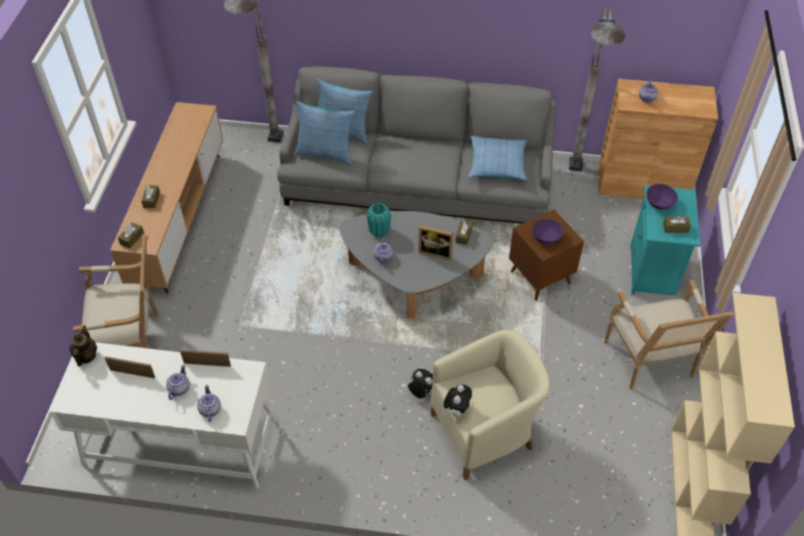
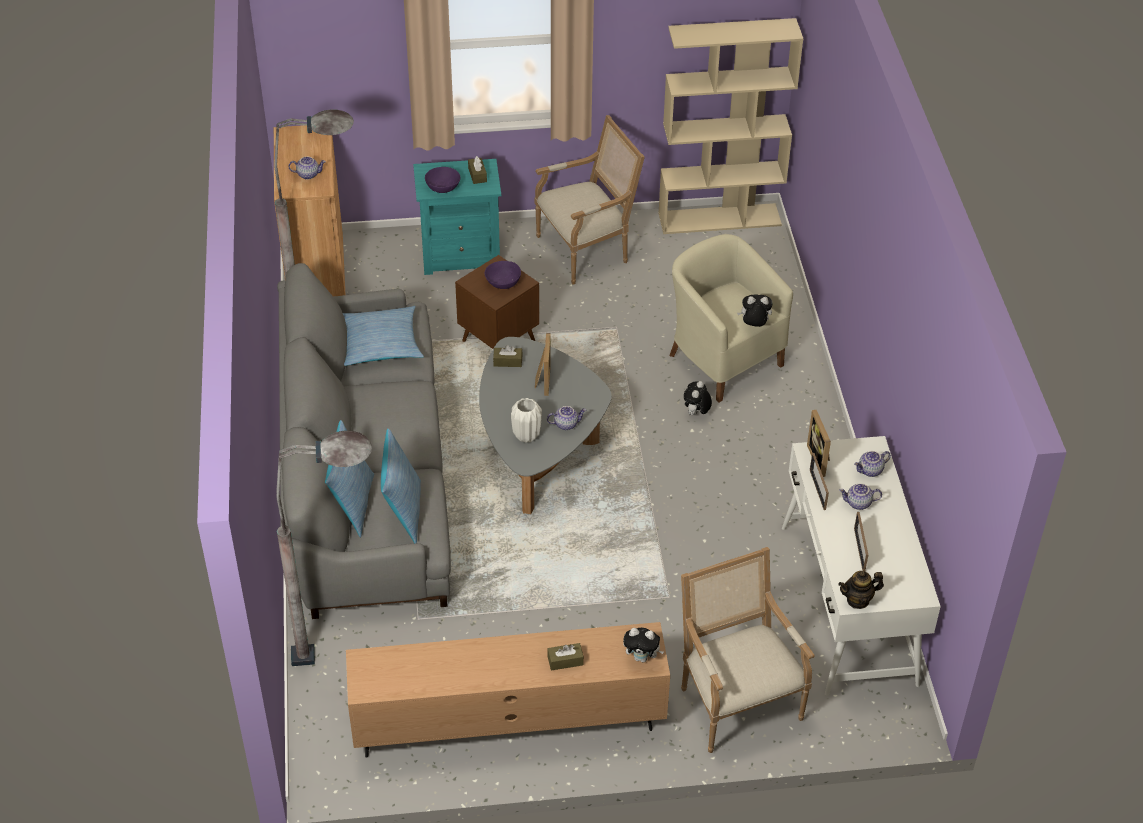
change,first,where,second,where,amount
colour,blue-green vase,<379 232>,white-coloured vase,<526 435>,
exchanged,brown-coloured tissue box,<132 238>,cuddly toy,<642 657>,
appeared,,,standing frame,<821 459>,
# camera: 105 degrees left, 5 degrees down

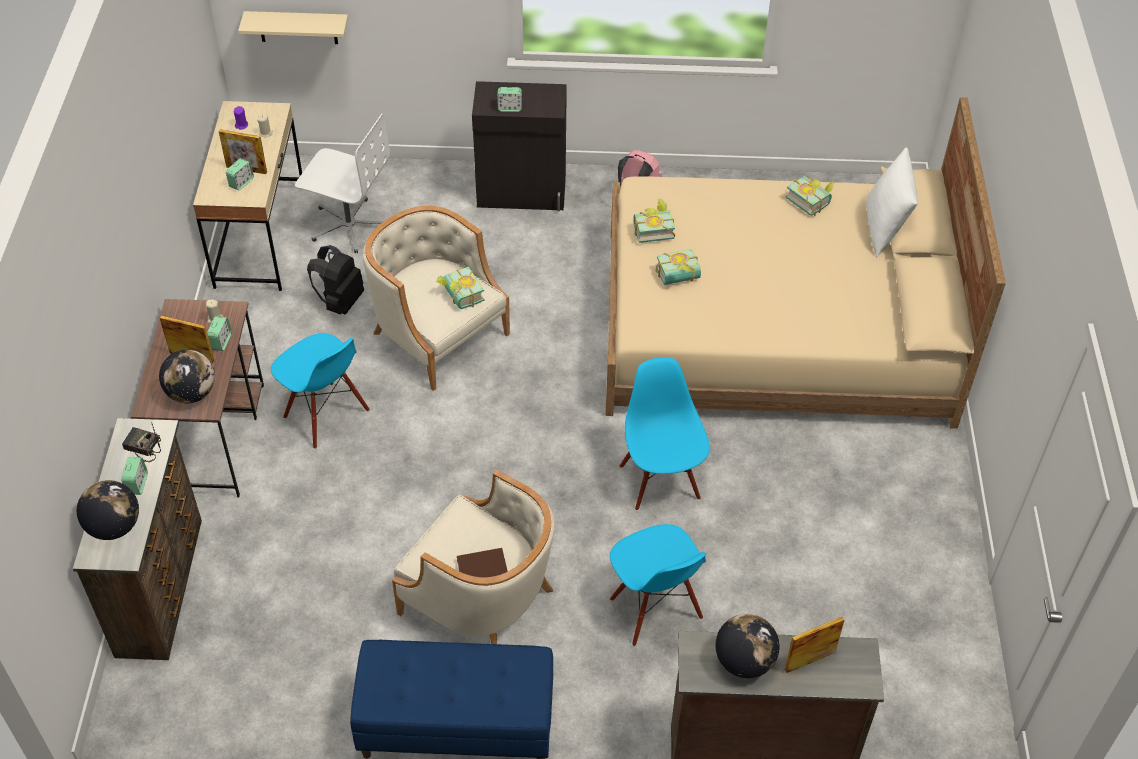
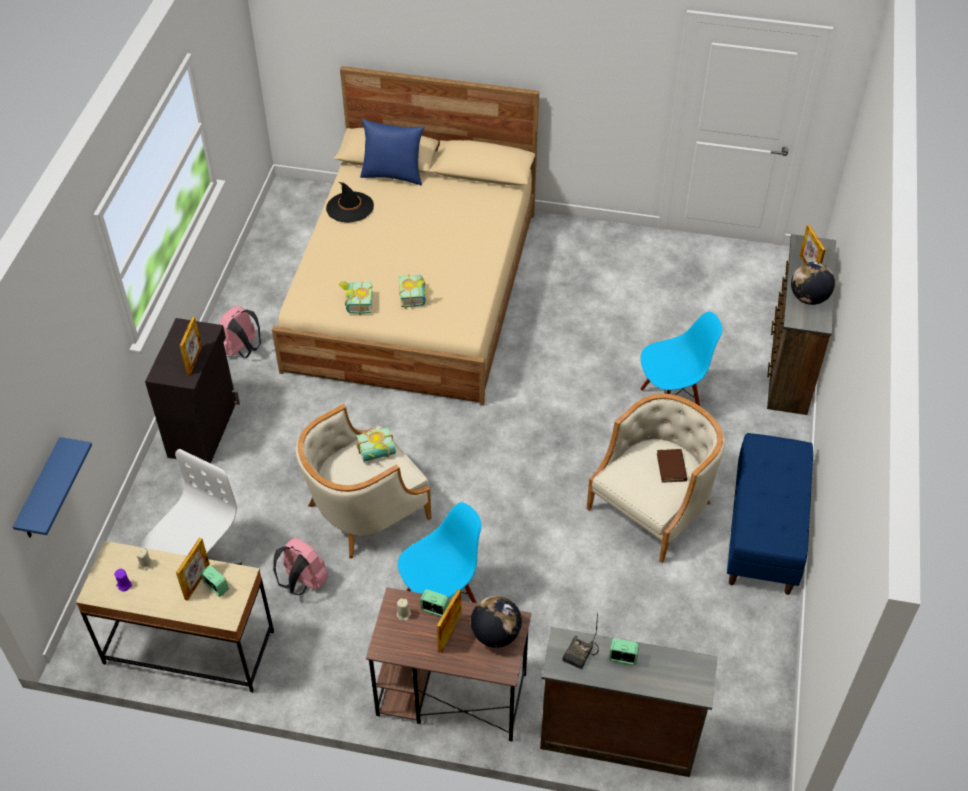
change,first,where,second,where,amount
colour,sand-coloured shelf,<298 27>,blue-coloured shelf,<41 492>,
exchanged,bedside clock,<509 108>,standing frame,<194 360>,
colour,white-coloured pillow,<884 229>,blue-coloured pillow,<393 175>,
exchanged,bound book,<810 200>,blackish wearable hat,<350 207>,
colour,blackish knapsack,<340 301>,pink knapsack,<302 582>,
missing,blue-coloured plain chair,<660 481>,,,
missing,world globe,<114 526>,,,
# camera: 80 degrees left, 0 degrees up

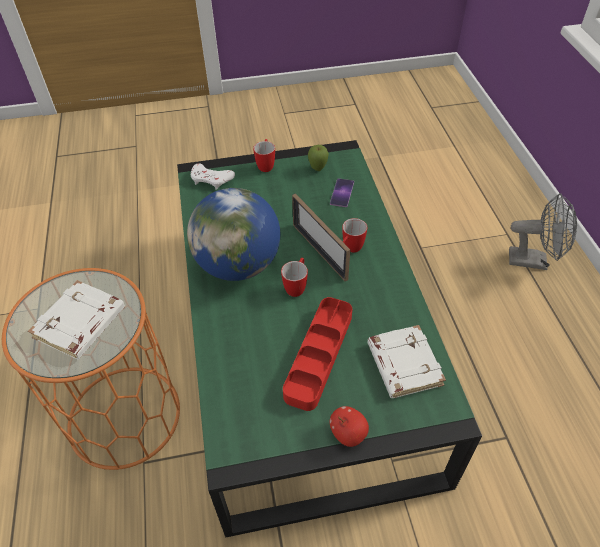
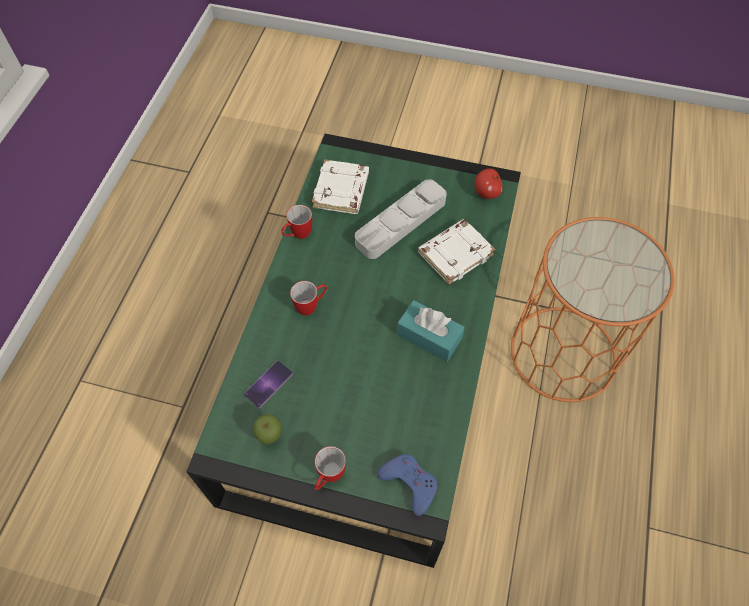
change,first,where,second,where,amount
colour,white-coloured game controller,<211 179>,blue-coloured game controller,<409 483>,
exchanged,world globe,<238 264>,blue-green tissue box,<429 336>,
missing,greyish electric fan,<534 260>,,,
missing,standing frame,<319 251>,,,
relocated,coffee mug,<297 286>,,<297 235>,
relocated,white-coloured bound book,<80 324>,,<455 253>,
colour,reddish tray,<319 355>,greyish tray,<401 222>,
relocated,whole apple,<348 434>,,<486 193>,
# camera: 155 degrees left, 10 degrees up

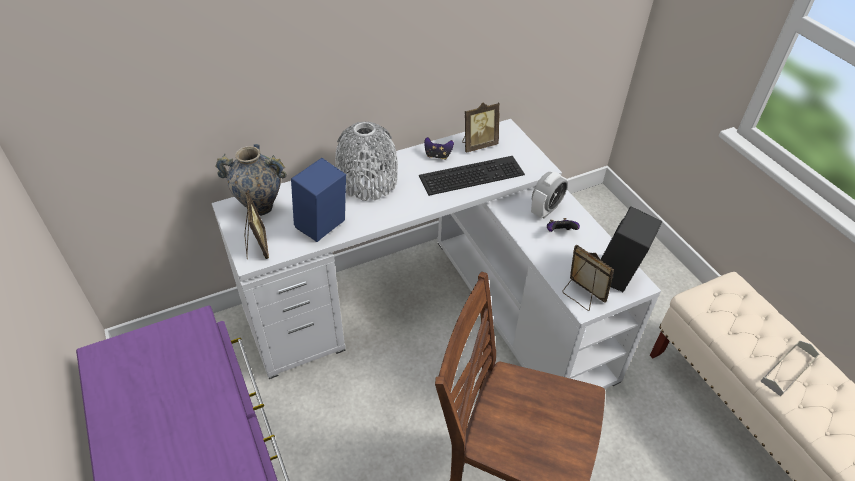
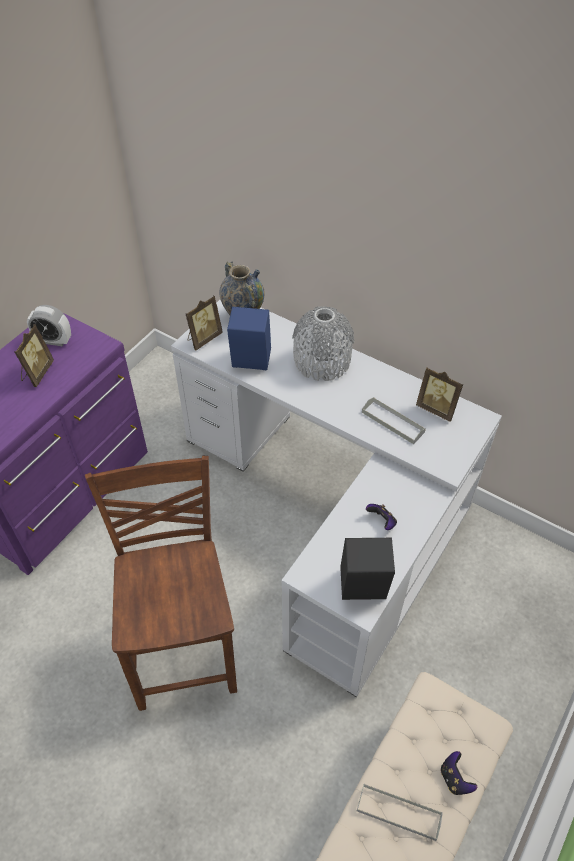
change,first,where,second,where,amount
relocated,game controller,<437 155>,,<454 778>,
exchanged,keyboard,<472 174>,greyish tray,<392 422>,
relocated,bedside clock,<545 210>,,<54 340>,
relocated,standing frame,<581 296>,,<37 373>,
# camera: 60 degrees right, 5 degrees up

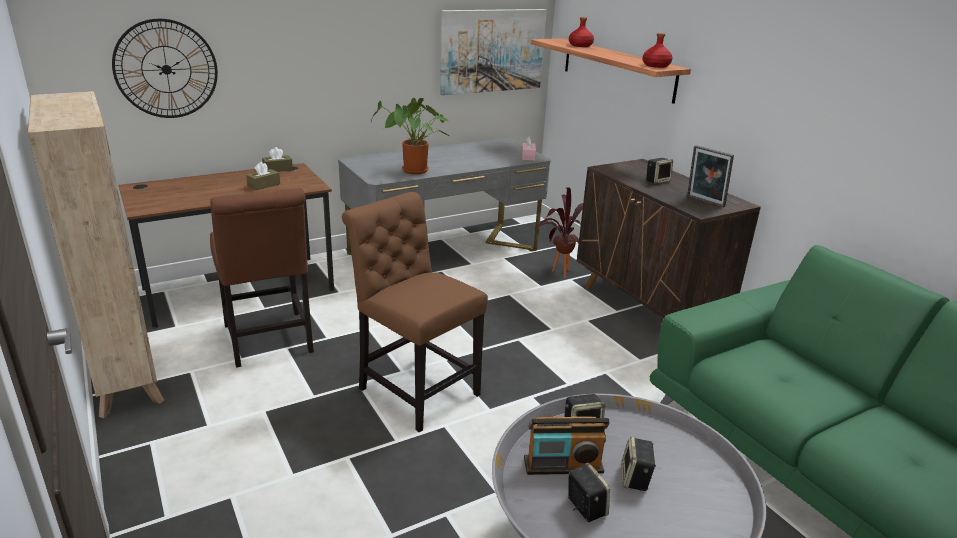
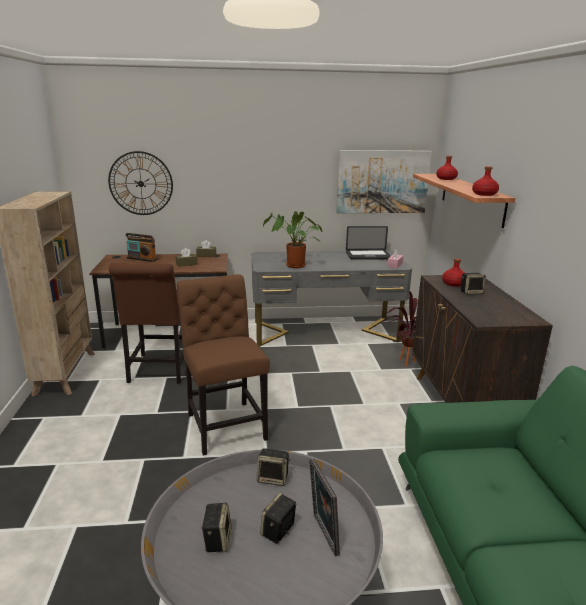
change,first,where,second,where,amount
relocated,standing frame,<704 202>,,<322 535>,
relocated,radio,<563 465>,,<142 259>,
appeared,,,laptop,<368 256>,
appeared,,,reddish drink bottle,<454 284>,
# camera: 25 degrees right, 5 degrees down

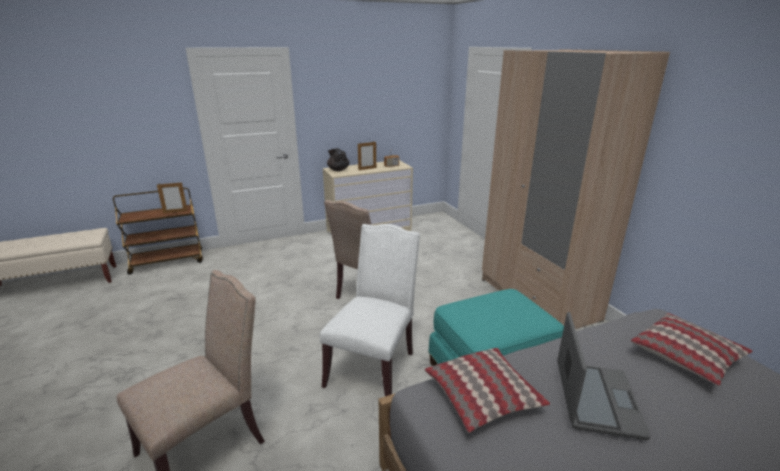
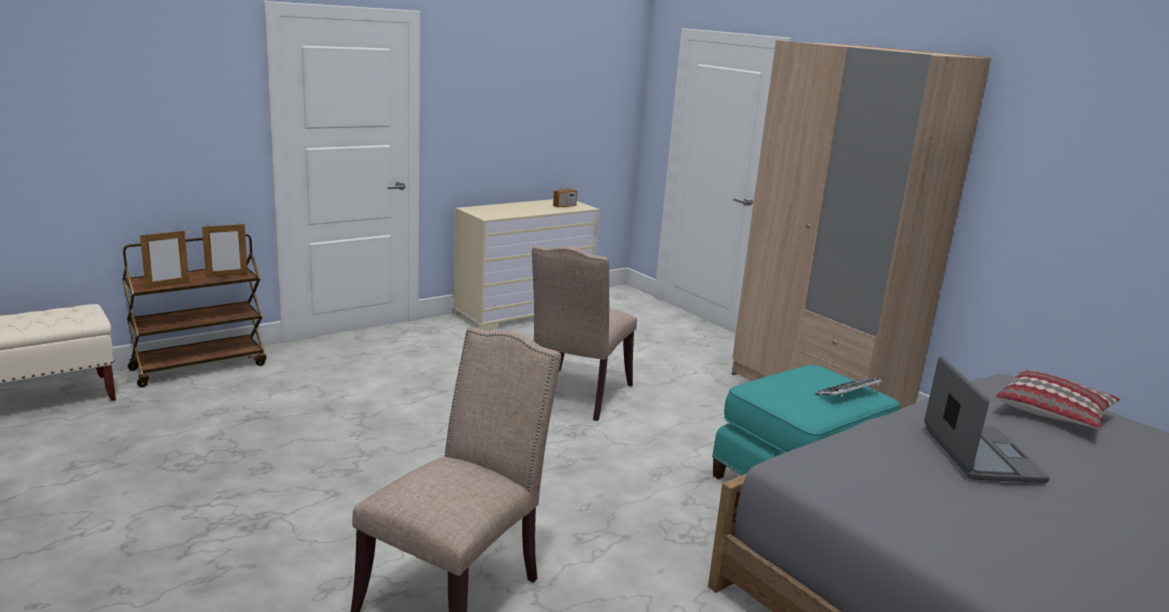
change,first,where,second,where,amount
relocated,standing frame,<367 169>,,<167 285>,
missing,blackish tea pot,<338 170>,,,
missing,white-coloured plain chair,<374 367>,,,
missing,pillow,<483 397>,,,
appeared,,,keyboard,<848 392>,
# camera: 15 degrees left, 5 degrees down

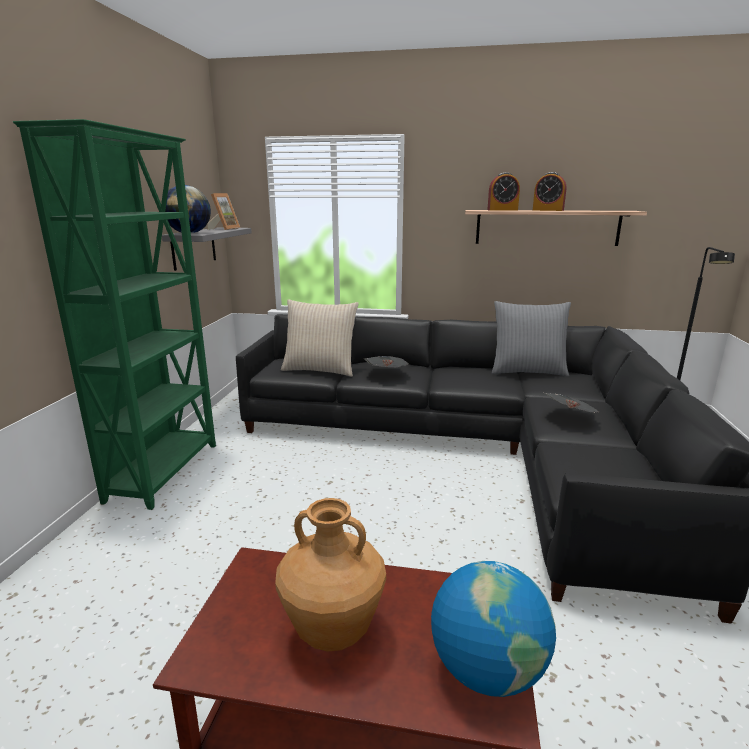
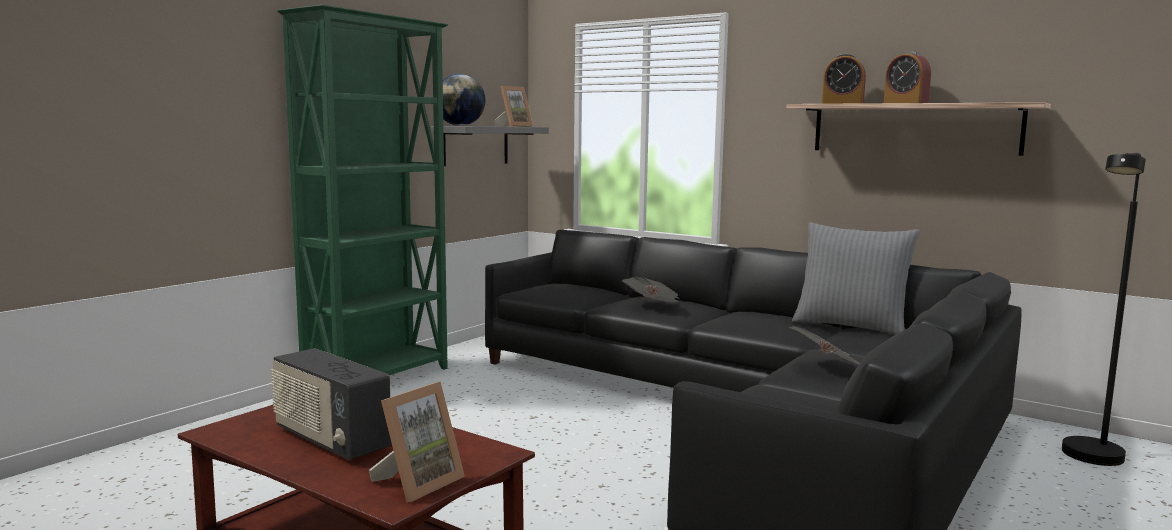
change,first,where,second,where,amount
missing,sand-coloured pillow,<320 369>,,,
exchanged,brown-coloured vase,<334 631>,radio,<330 440>,
exchanged,world globe,<486 669>,standing frame,<417 483>,
# camera: 25 degrees right, 10 degrees down

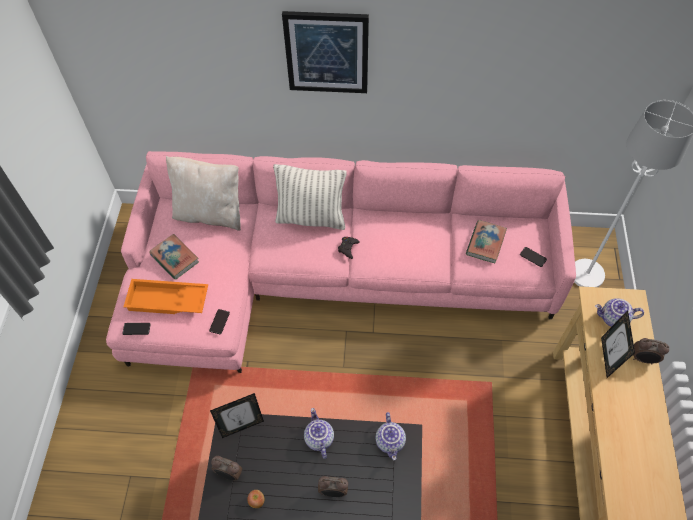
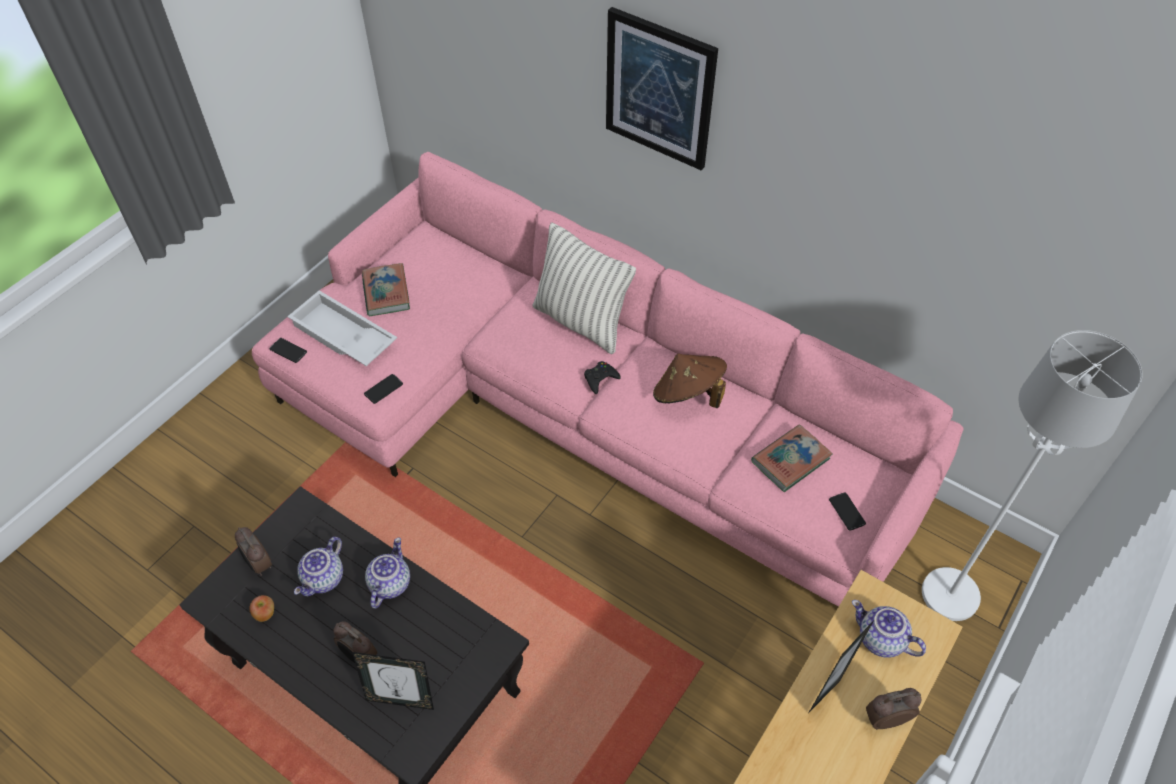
change,first,where,second,where,amount
missing,sand-coloured pillow,<210 213>,,,
colour,orange tray,<167 301>,white-coloured tray,<342 337>,
spun,bedside clock,<643 359>,,<885 718>,120 degrees clockwise
relocated,standing frame,<242 426>,,<401 699>,
relocated,tea pot,<391 442>,,<324 579>,
appeared,,,brown-coloured wearable hat,<688 395>,
# camera: 30 degrees right, 5 degrees down

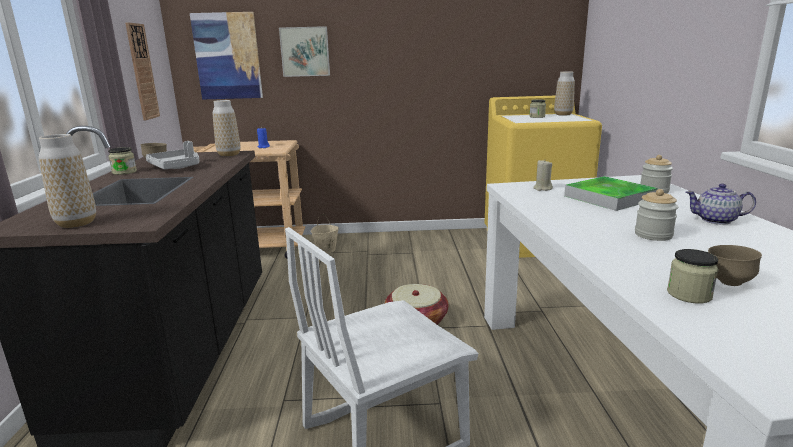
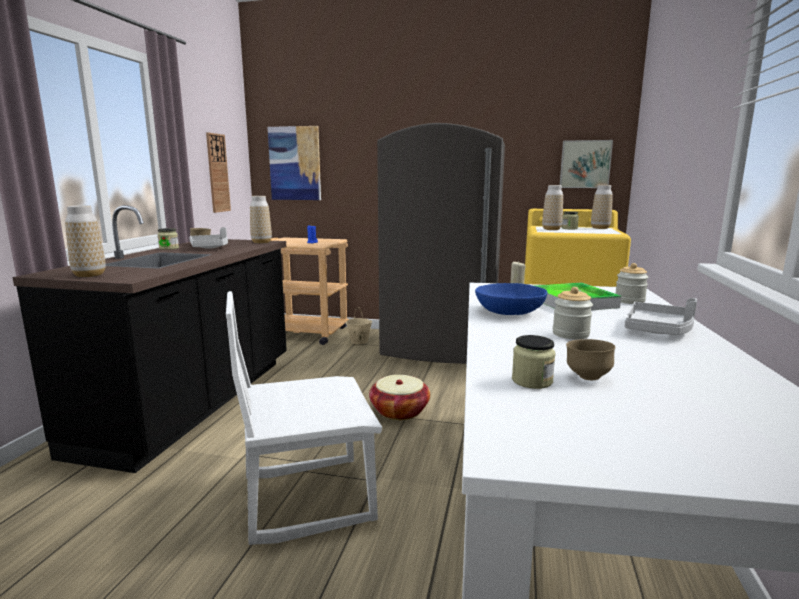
change,first,where,second,where,amount
relocated,wall art,<305 51>,,<585 164>,
exchanged,tea pot,<716 220>,greyish tray,<659 329>,
appeared,,,greyish refrigerator,<440 348>,
appeared,,,vase,<551 229>,
appeared,,,blue-coloured bowl,<509 311>,
# camera: 15 degrees right, 5 degrees down

